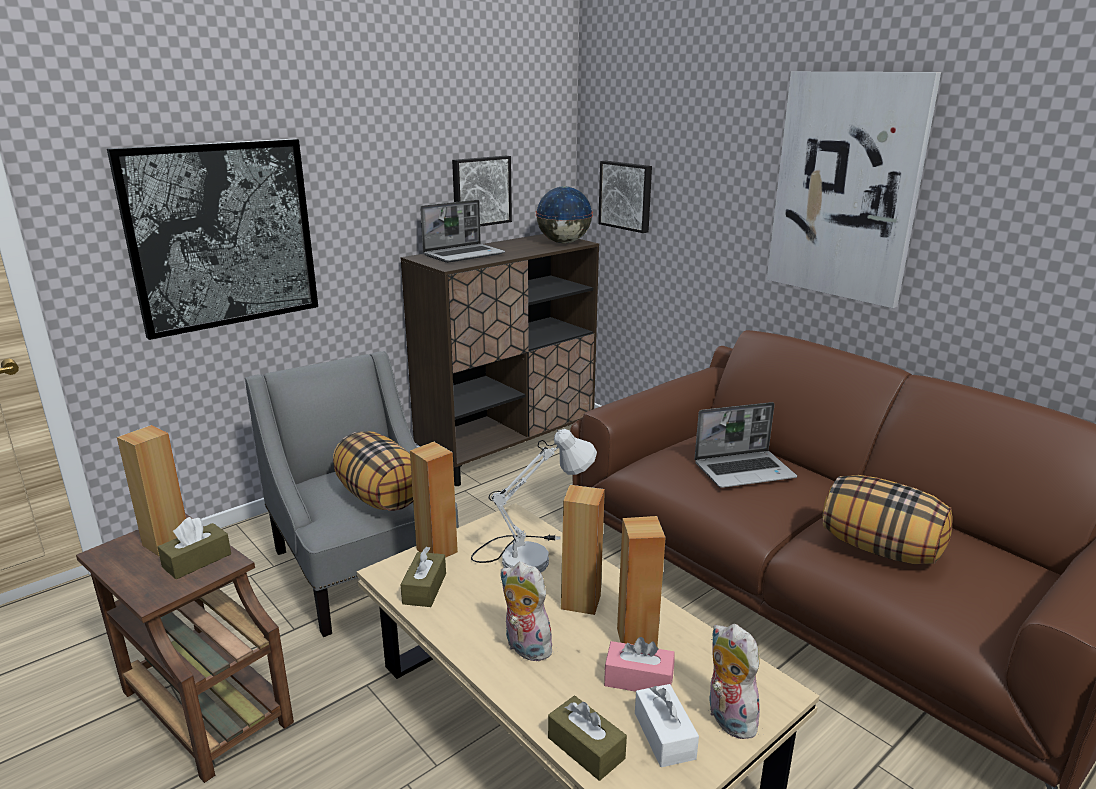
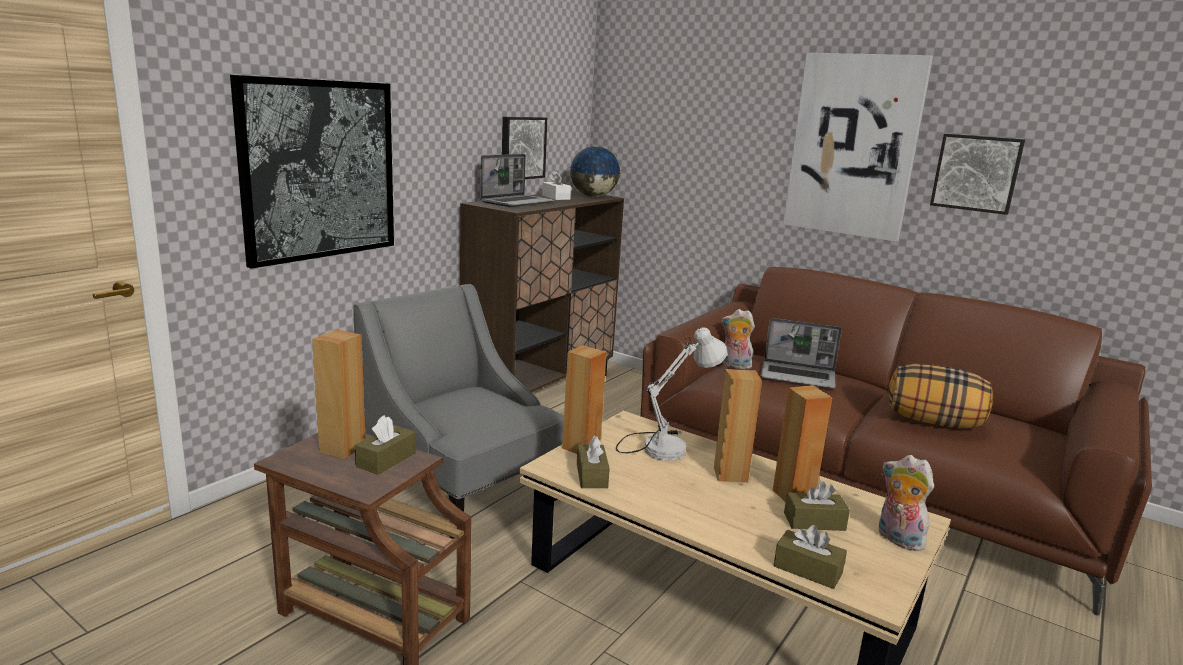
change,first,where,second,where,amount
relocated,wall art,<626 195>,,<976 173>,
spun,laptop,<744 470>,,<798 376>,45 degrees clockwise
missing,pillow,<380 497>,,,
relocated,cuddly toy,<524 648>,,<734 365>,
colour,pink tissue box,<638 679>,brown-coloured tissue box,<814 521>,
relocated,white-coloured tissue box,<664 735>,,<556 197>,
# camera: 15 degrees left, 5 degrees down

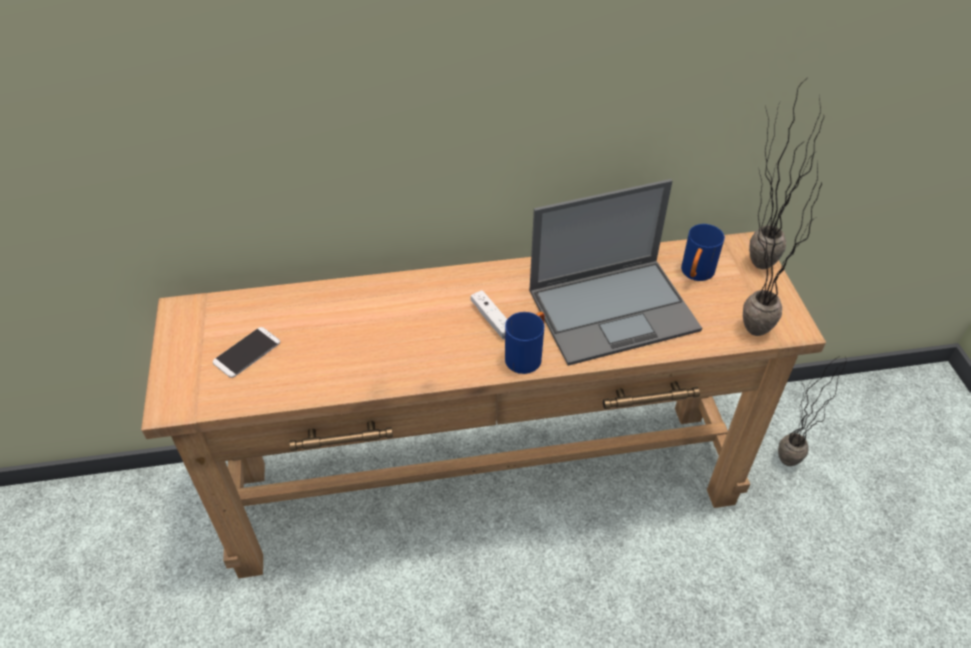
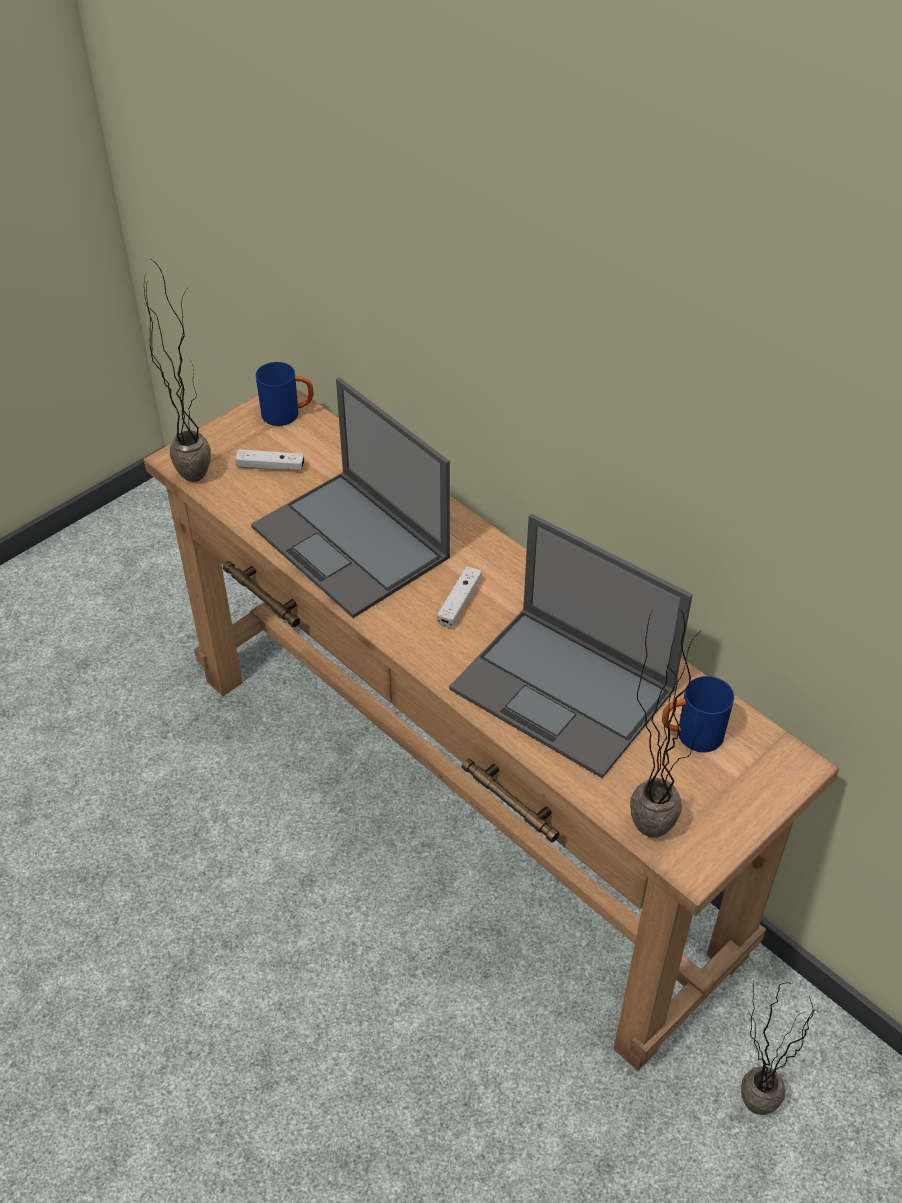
change,first,where,second,where,amount
relocated,potted plant,<750 260>,,<195 468>,
relocated,blue-coloured coffee mug,<527 355>,,<288 414>,
exchanged,phone,<247 352>,white-coloured game controller,<270 466>,
appeared,,,laptop,<352 543>,
# camera: 55 degrees right, 0 degrees up

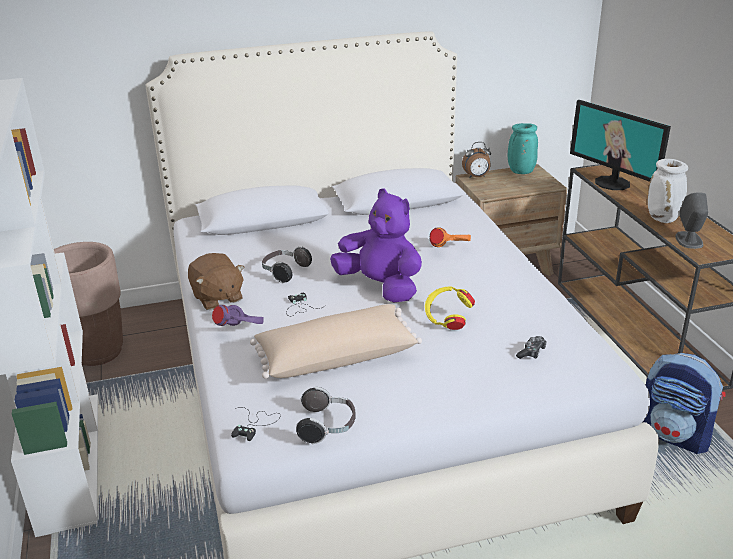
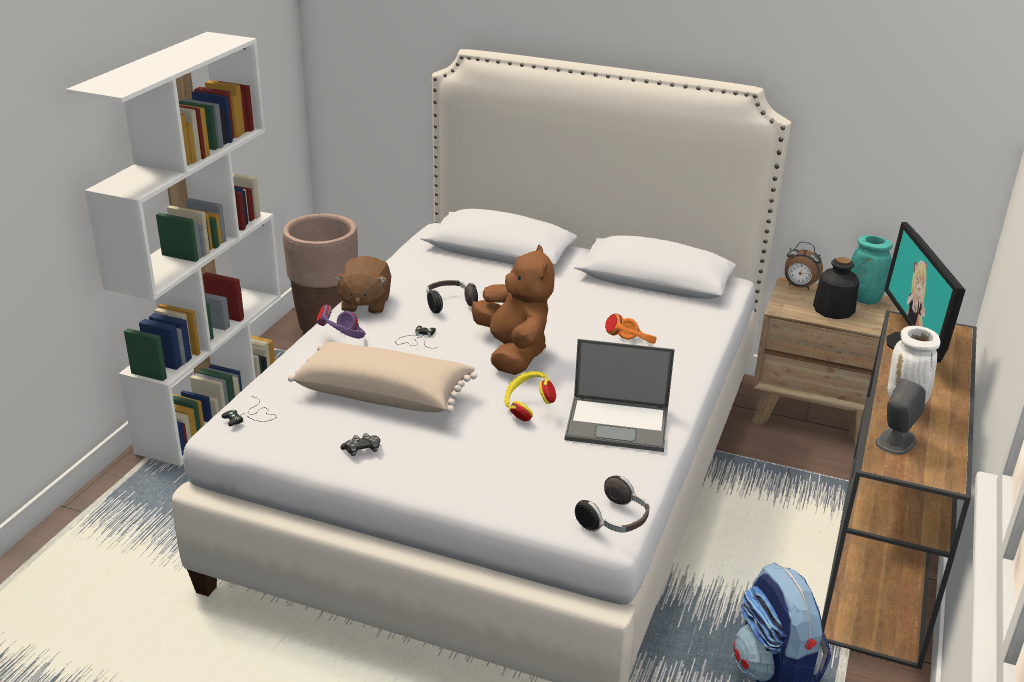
change,first,where,second,where,amount
colour,purple-coloured cuddly toy,<381 287>,brown-coloured cuddly toy,<513 353>,
relocated,game controller,<532 352>,,<362 450>,
relocated,headphones,<327 426>,,<615 522>,
appeared,,,drink bottle,<833 310>,
appeared,,,laptop,<619 424>,
# camera: 35 degrees right, 0 degrees up

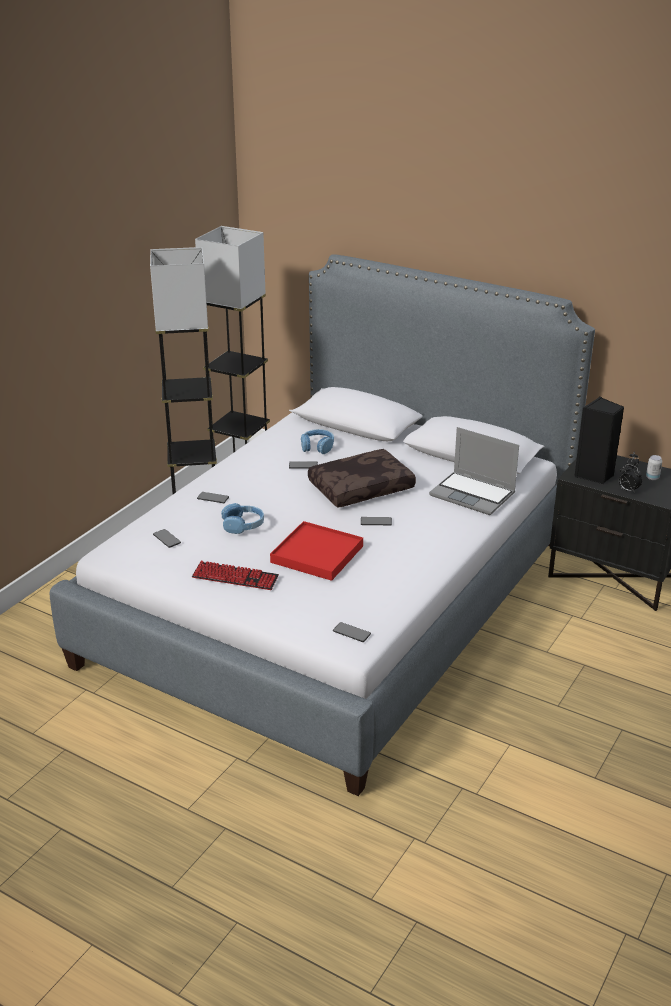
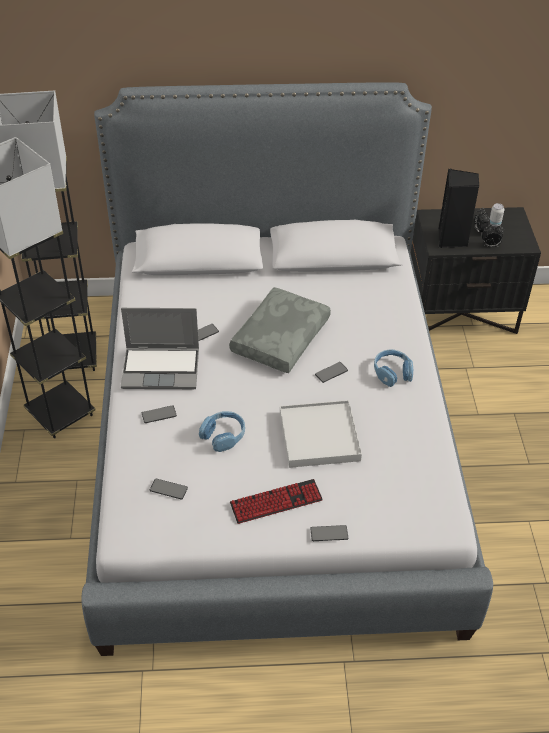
change,first,where,second,where,amount
relocated,laptop,<473 494>,,<162 368>,
relocated,blue-coloured headphones,<317 447>,,<392 372>,
colour,brown-coloured pillow,<361 487>,greyish pillow,<279 337>,
colour,reddish tray,<317 554>,white-coloured tray,<319 436>,
relocated,phone,<351 633>,,<329 534>,
# camera: 35 degrees left, 15 degrees up

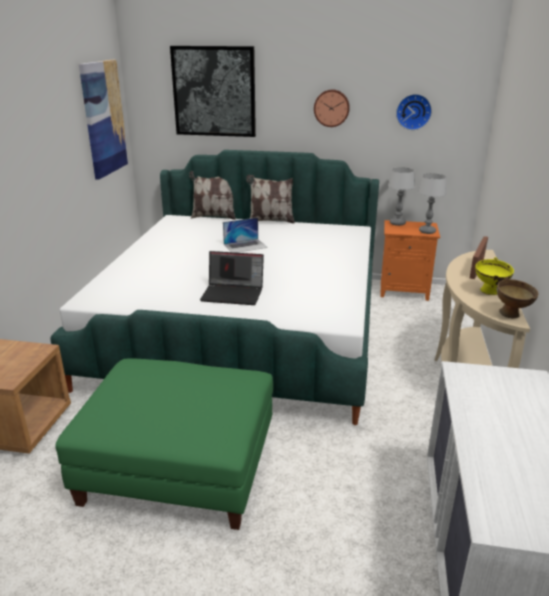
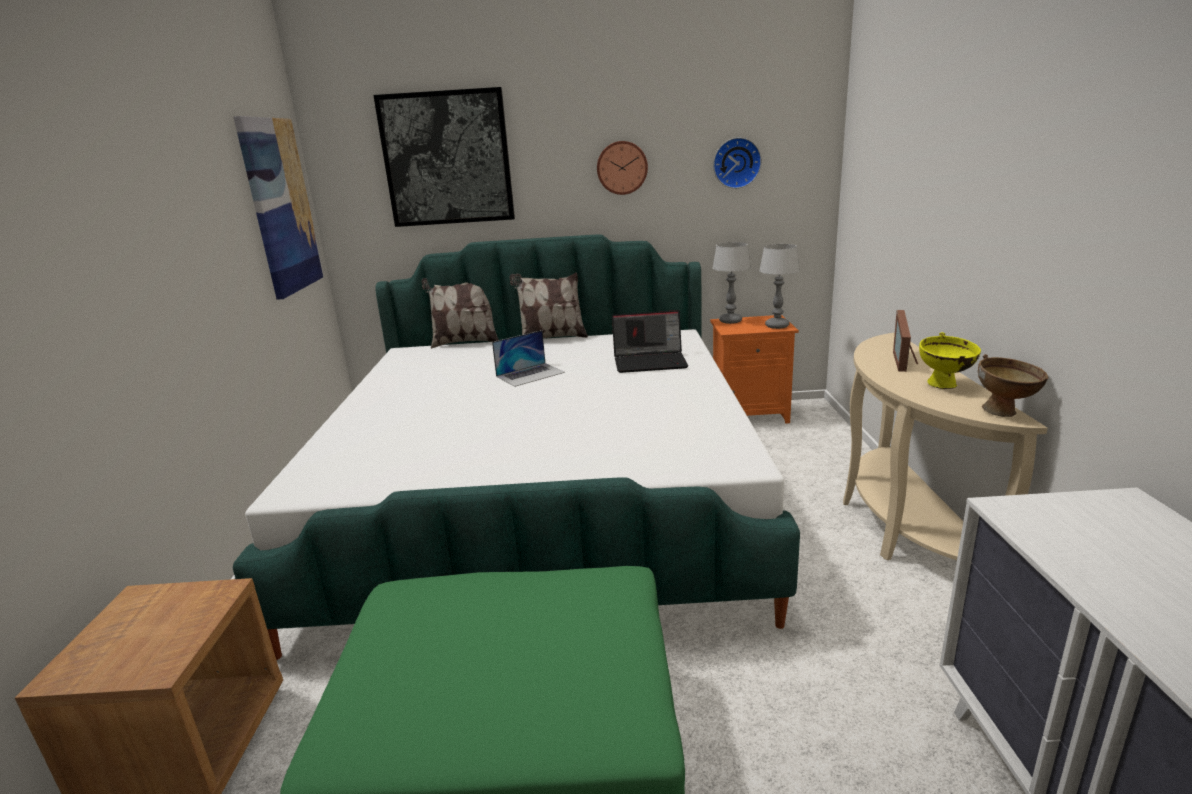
change,first,where,second,where,amount
relocated,laptop,<233 293>,,<651 362>,
# camera: 10 degrees left, 5 degrees down

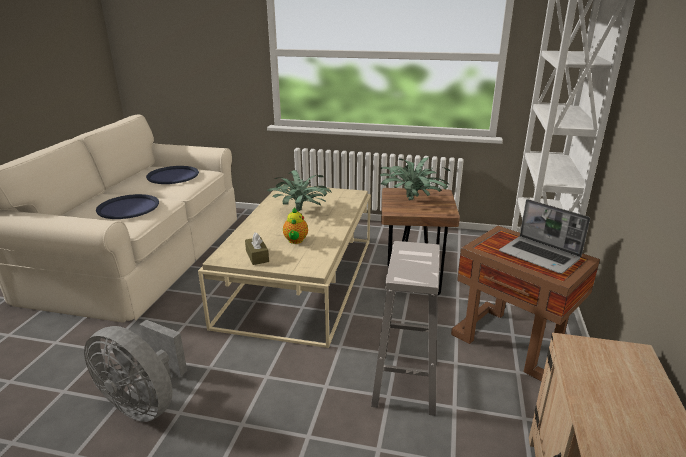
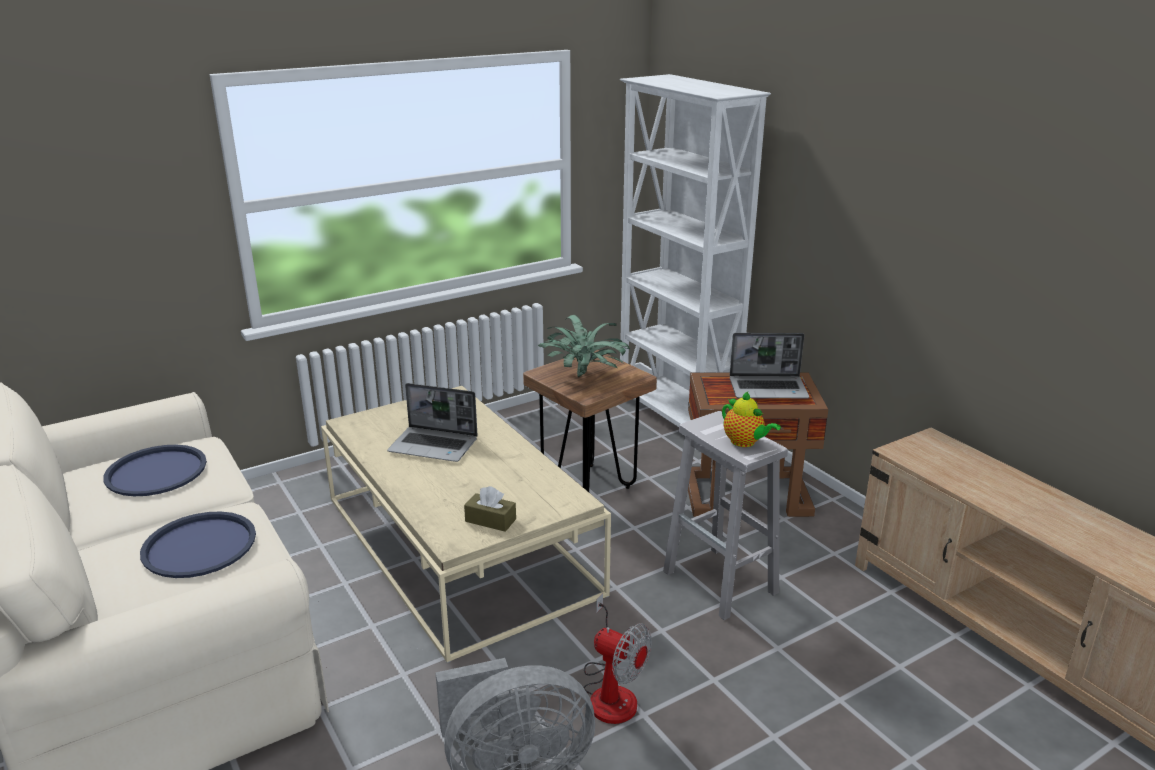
change,first,where,second,where,amount
exchanged,potted plant,<301 212>,laptop,<434 446>,
relocated,tea pot,<295 241>,,<745 442>,
appeared,,,electric fan,<611 691>,
# camera: 45 degrees left, 0 degrees up

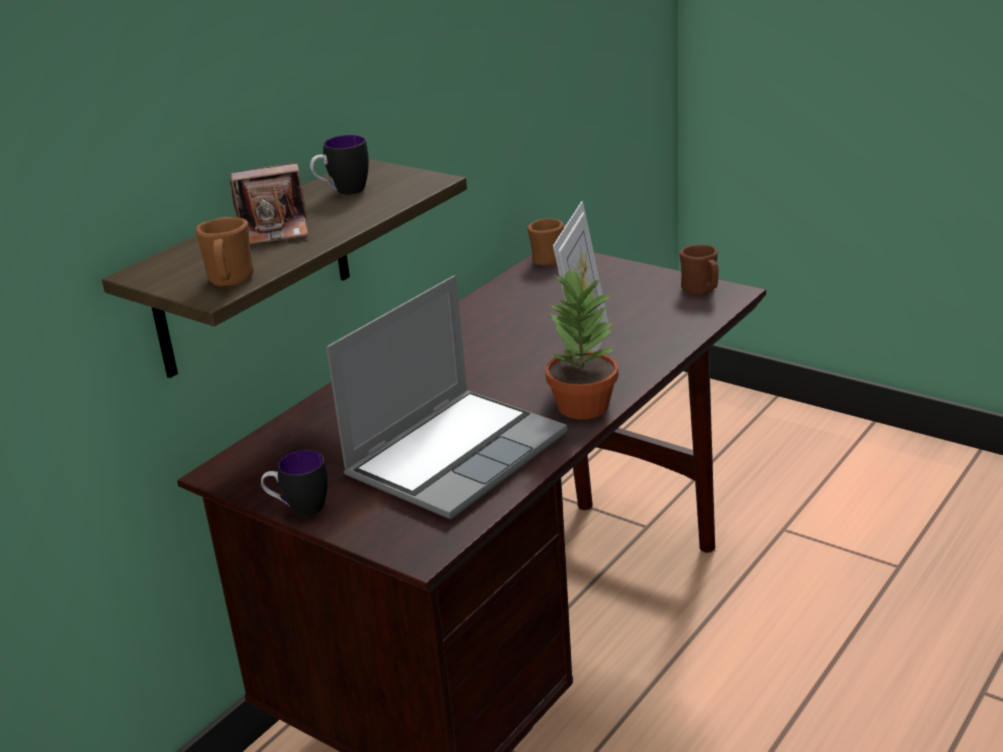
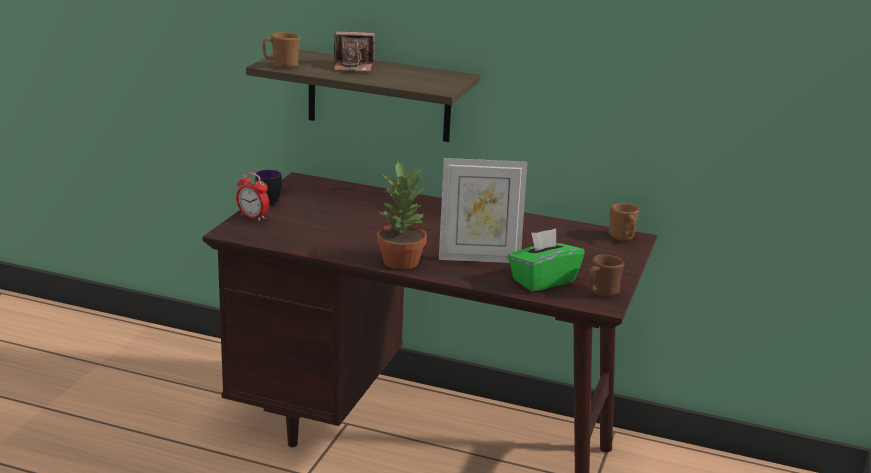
change,first,where,second,where,amount
missing,coffee mug,<343 192>,,,
spun,still camera,<275 229>,,<353 67>,60 degrees counterclockwise
missing,laptop,<456 454>,,,
appeared,,,bedside clock,<253 217>,
appeared,,,green tissue box,<543 280>,
# camera: 70 degrees right, 5 degrees down

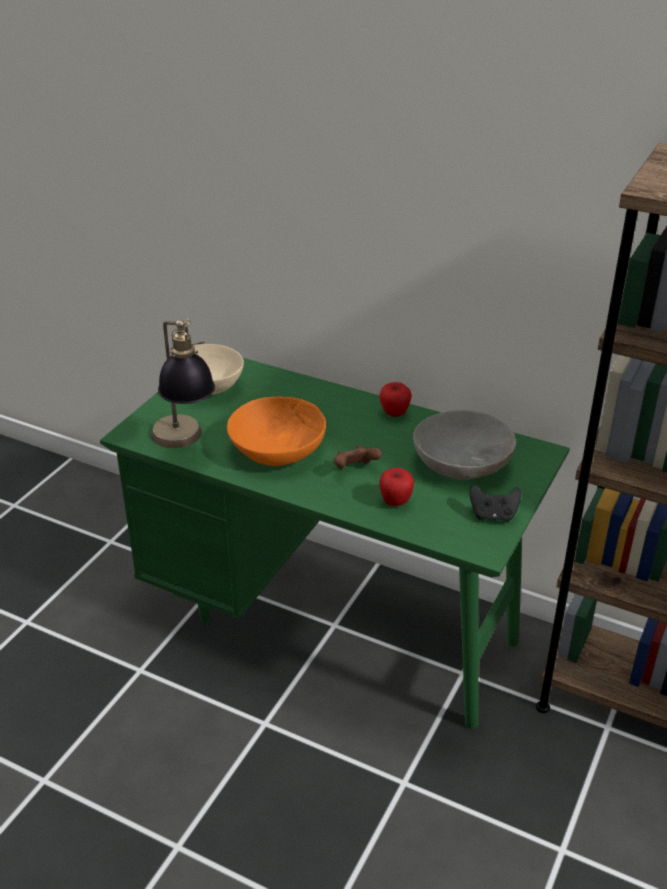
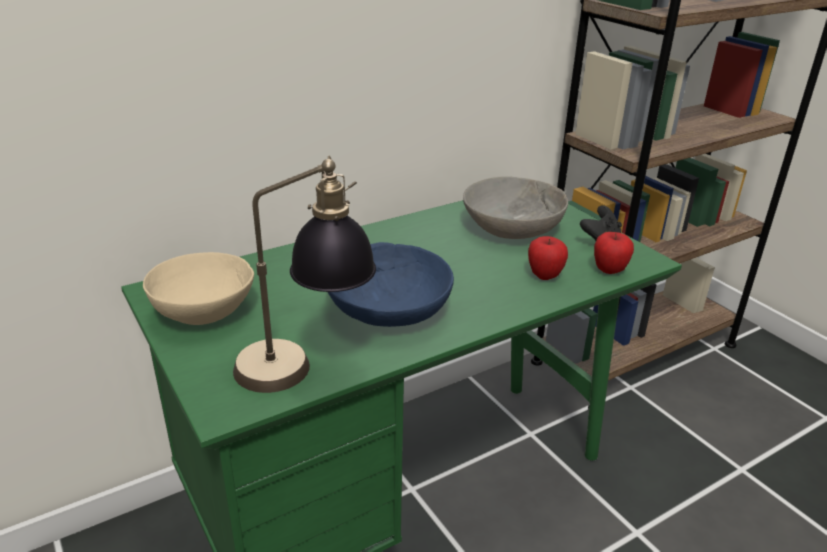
change,first,where,second,where,amount
relocated,whole apple,<394 414>,,<609 271>,
colour,orange bowl,<277 449>,blue-coloured bowl,<387 309>,
missing,brown-coloured game controller,<355 470>,,,
# camera: 60 degrees left, 5 degrees down

